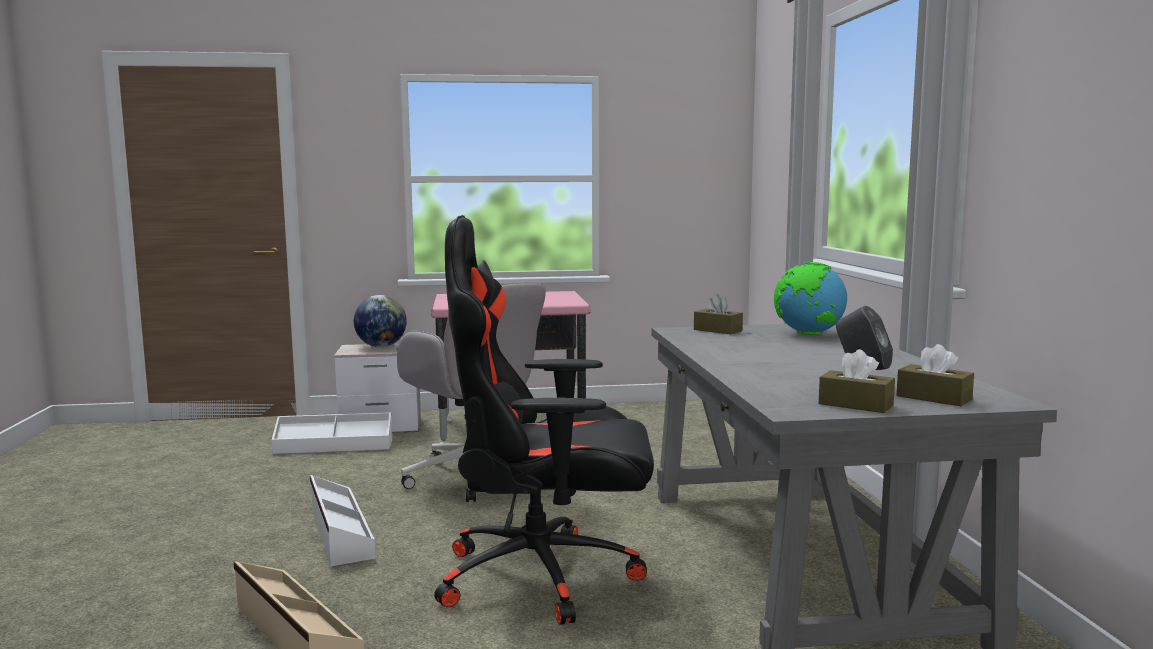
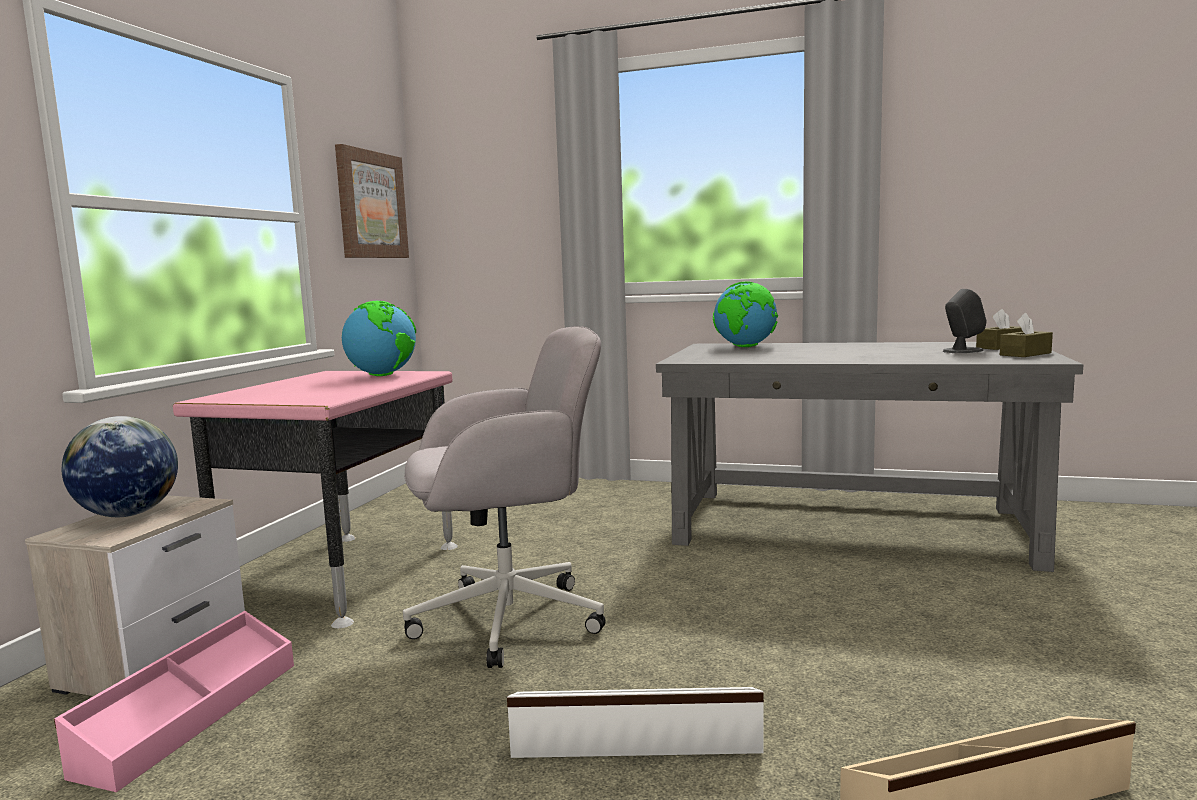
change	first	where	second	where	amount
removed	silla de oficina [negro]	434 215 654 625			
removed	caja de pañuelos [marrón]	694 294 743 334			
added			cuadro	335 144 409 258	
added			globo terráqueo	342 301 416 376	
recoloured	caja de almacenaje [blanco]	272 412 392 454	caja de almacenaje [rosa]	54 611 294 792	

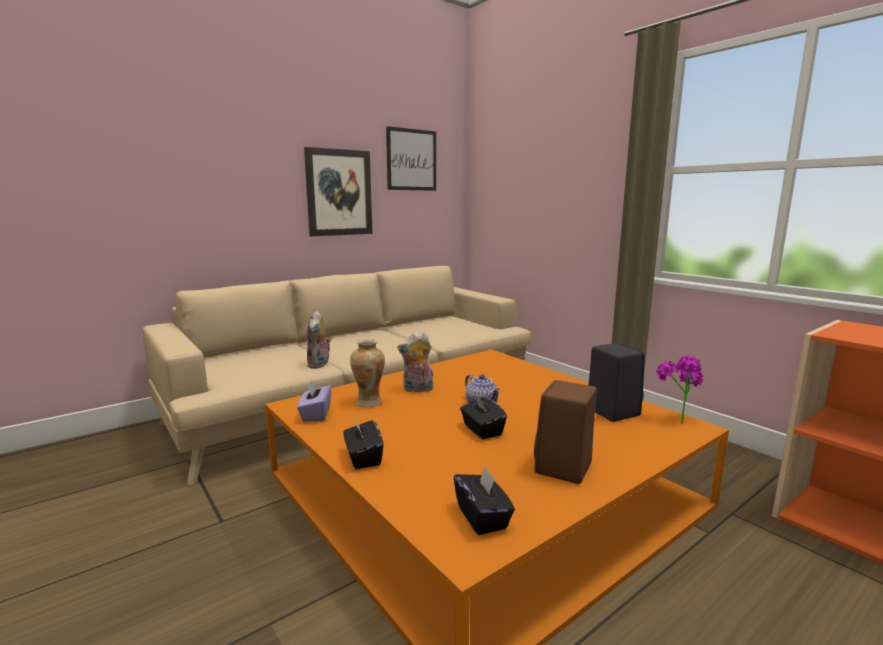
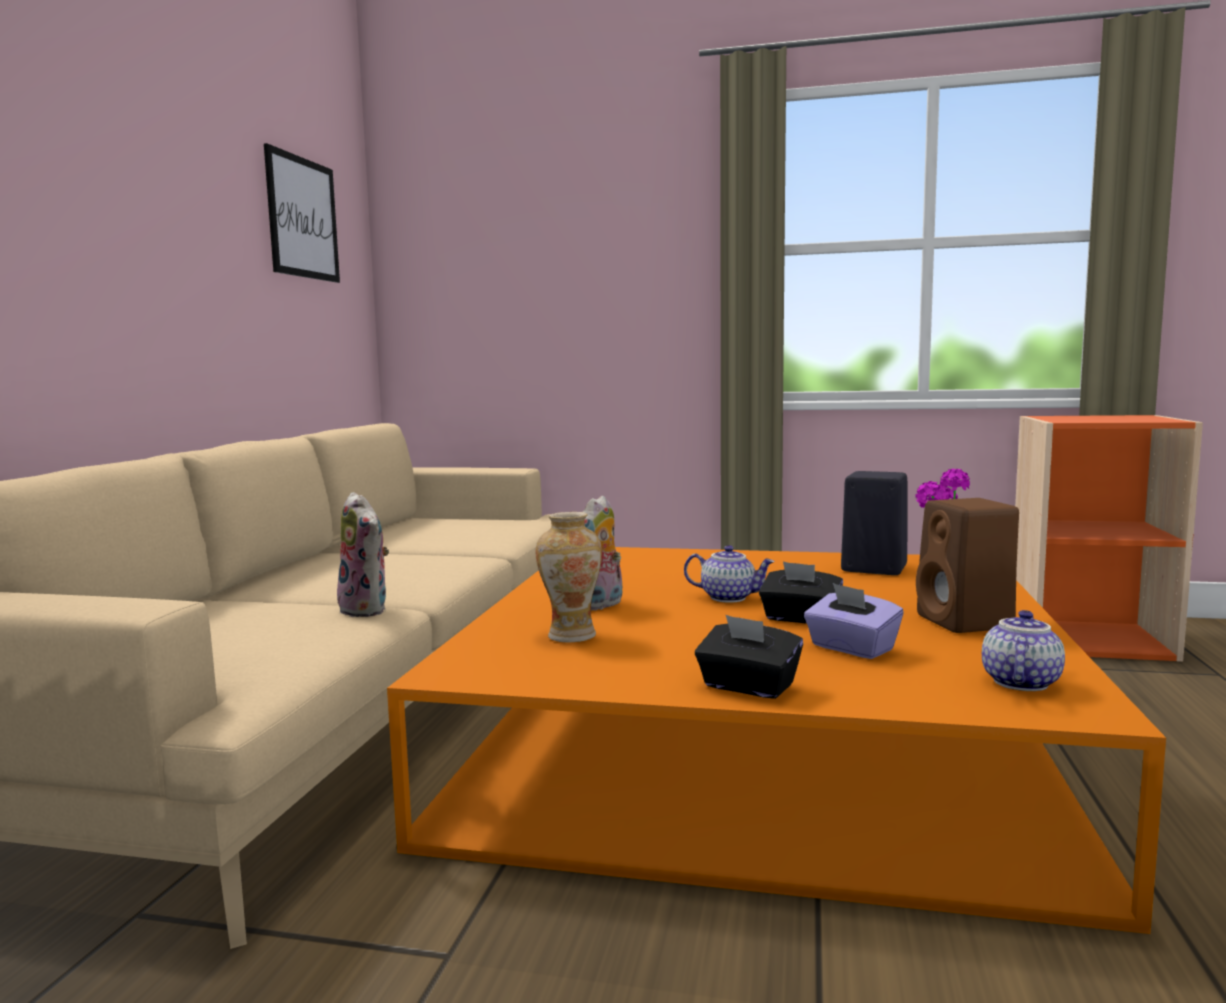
change	first	where	second	where	amount
removed	cuadro	304 147 372 236			
moved	caja de pañuelos [morado]	297 380 331 422		804 583 904 659	
replaced	caja de pañuelos [negro]	454 466 515 535	tetera	982 610 1065 691	

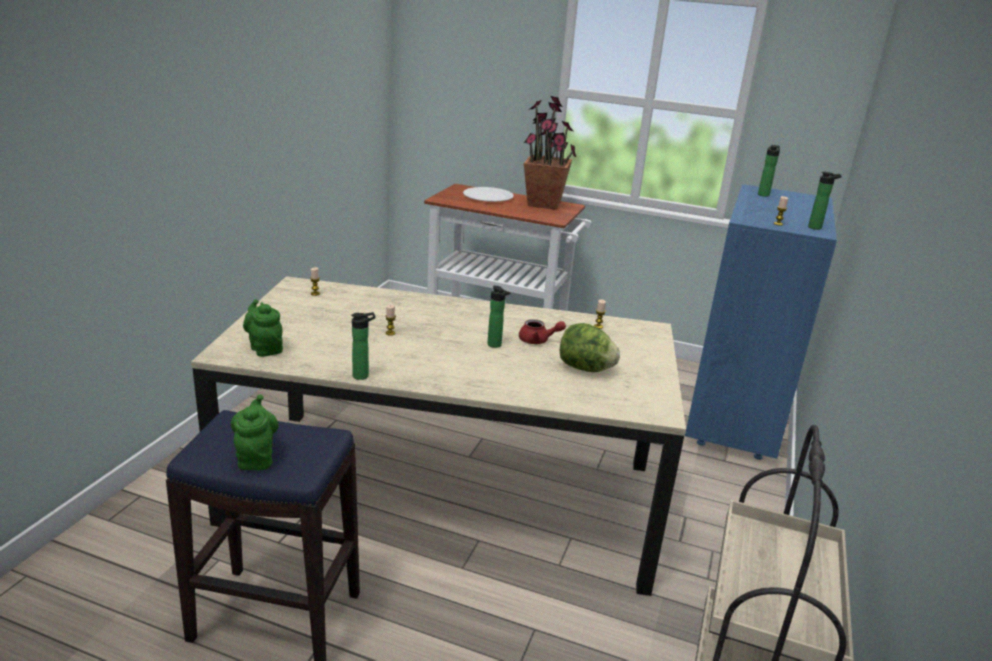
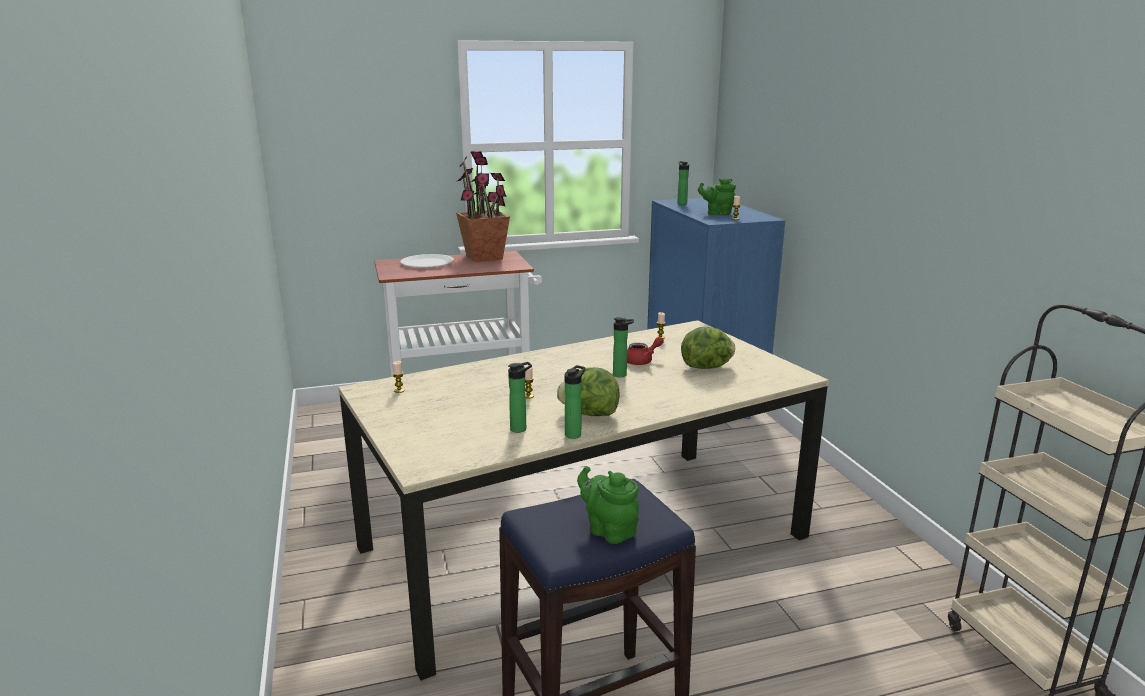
change	first	where	second	where	amount
added			lechuga	557 367 619 416	
moved	tetera [verde]	243 299 283 357		698 178 736 215	
moved	botella	808 172 842 230		508 362 532 433	

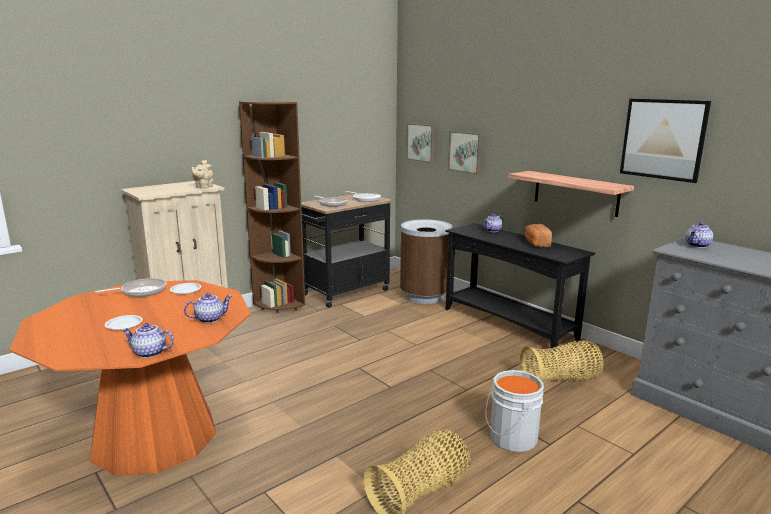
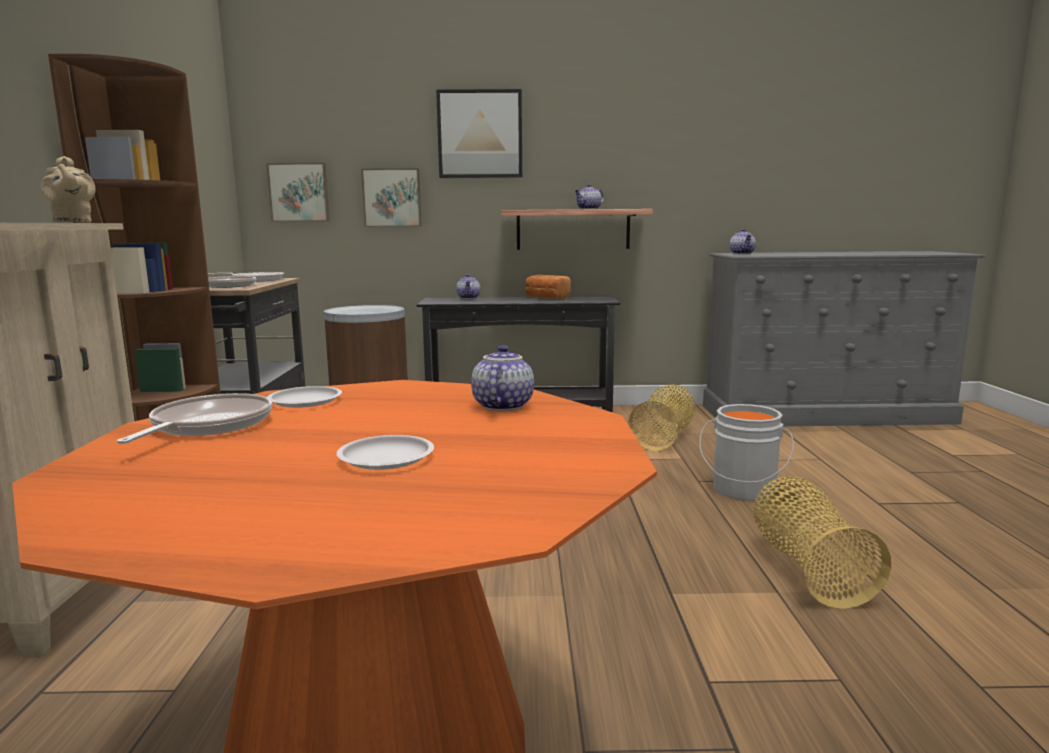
change	first	where	second	where	amount
moved	tetera	122 323 174 358		574 184 604 209	
moved	cuadro	620 99 711 183		436 89 522 178	

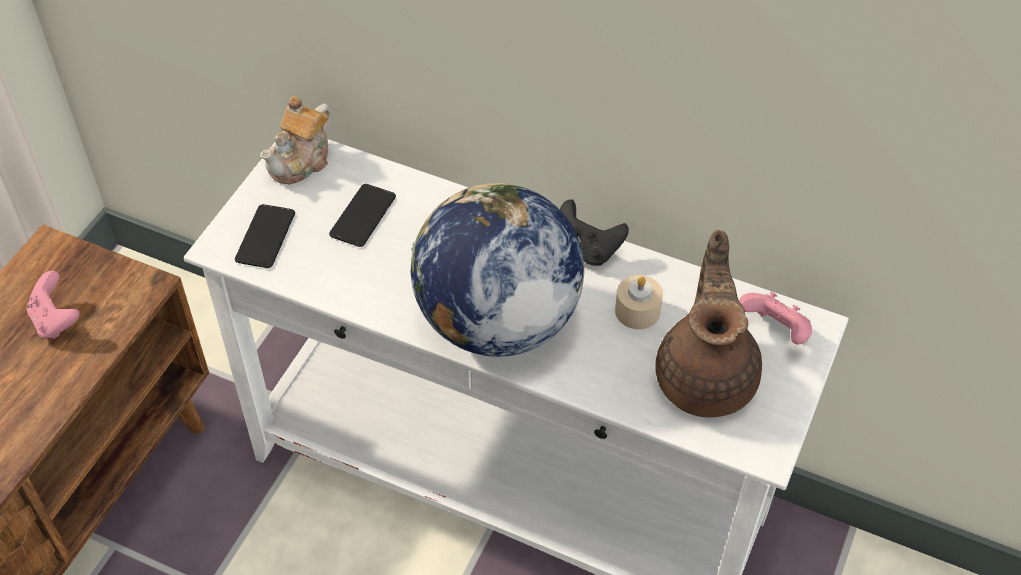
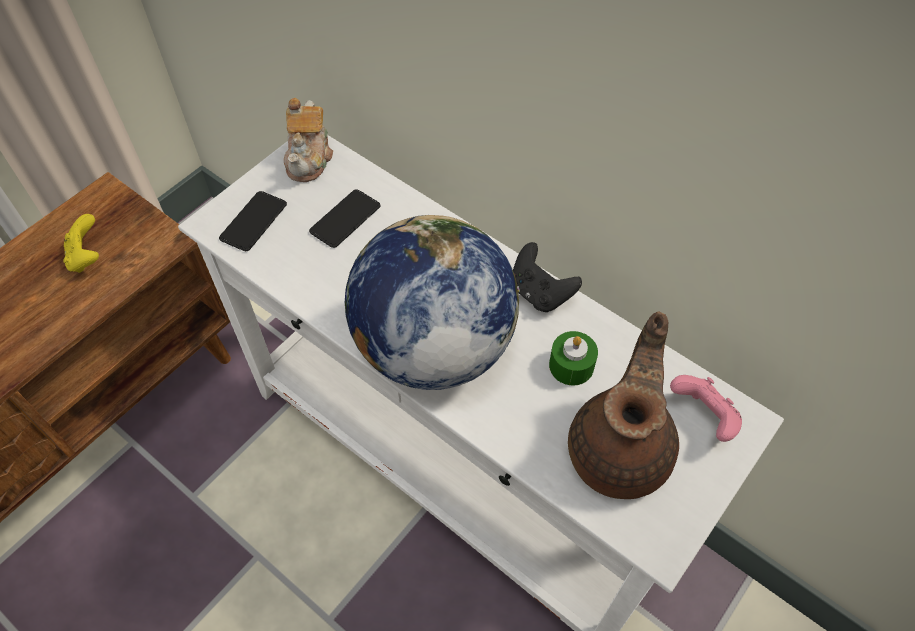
change	first	where	second	where	amount
recoloured	mando de consola [rosa]	27 271 80 339	mando de consola [amarillo]	63 214 99 273	
recoloured	vela [beis]	615 275 663 329	vela [verde]	549 331 598 386	
turned	tetera	260 96 332 185		284 98 333 182	45 degrees counterclockwise

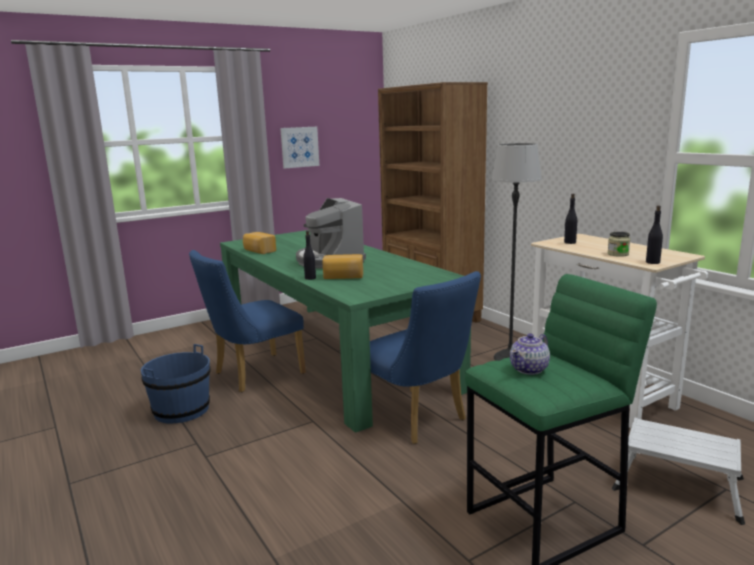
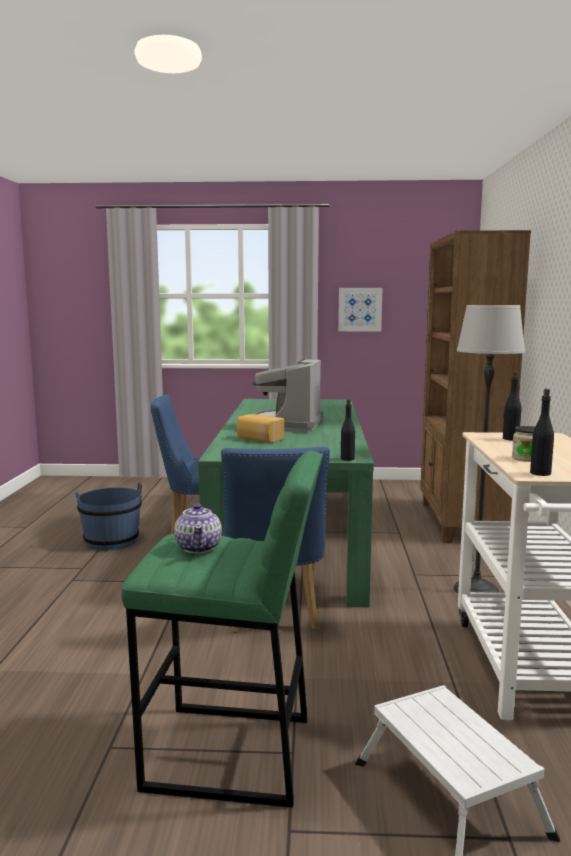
change	first	where	second	where	amount
removed	pan	243 232 276 254			
moved	botella [negro]	303 231 316 280		341 399 355 461	
turned	tetera	510 333 550 375		174 504 222 553	90 degrees counterclockwise

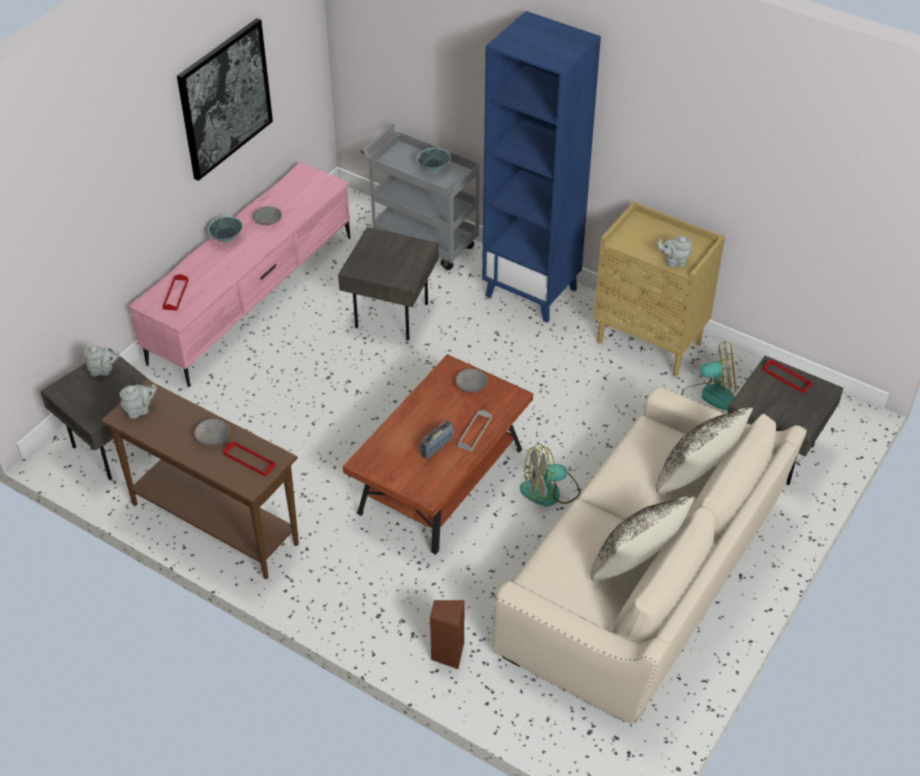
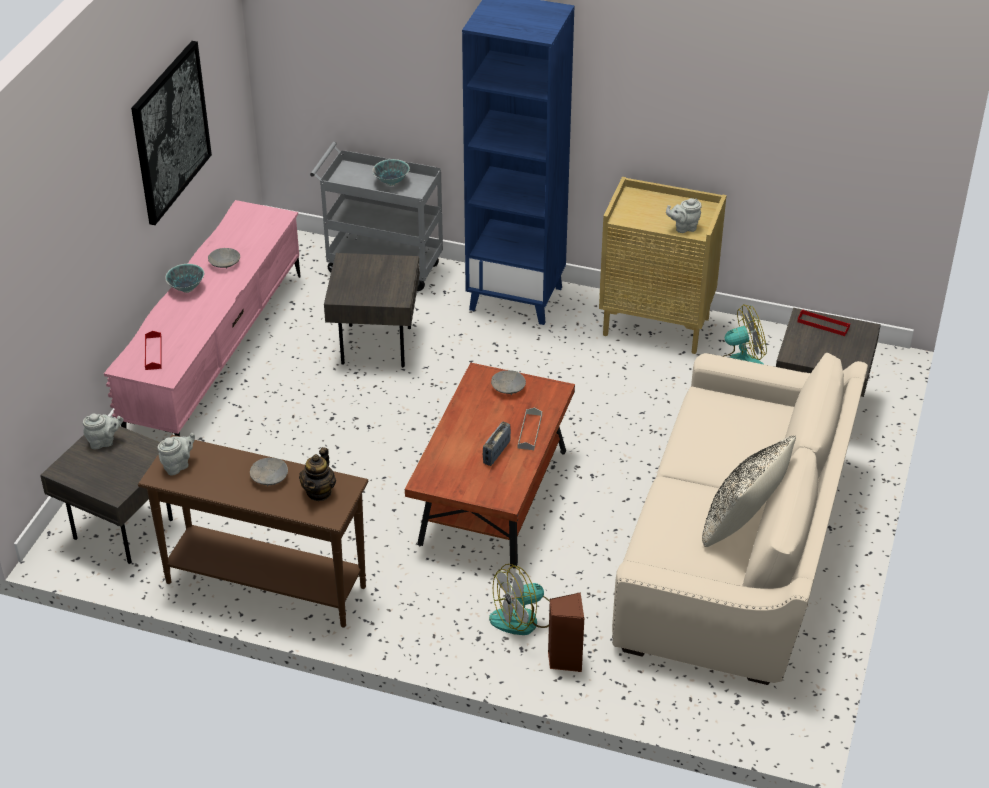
change	first	where	second	where	amount
removed	cojín [beis]	656 407 753 495			
moved	ventilador	520 444 580 507		489 564 550 635	
replaced	bandeja [rojo]	224 441 276 477	tetera	299 447 336 501	

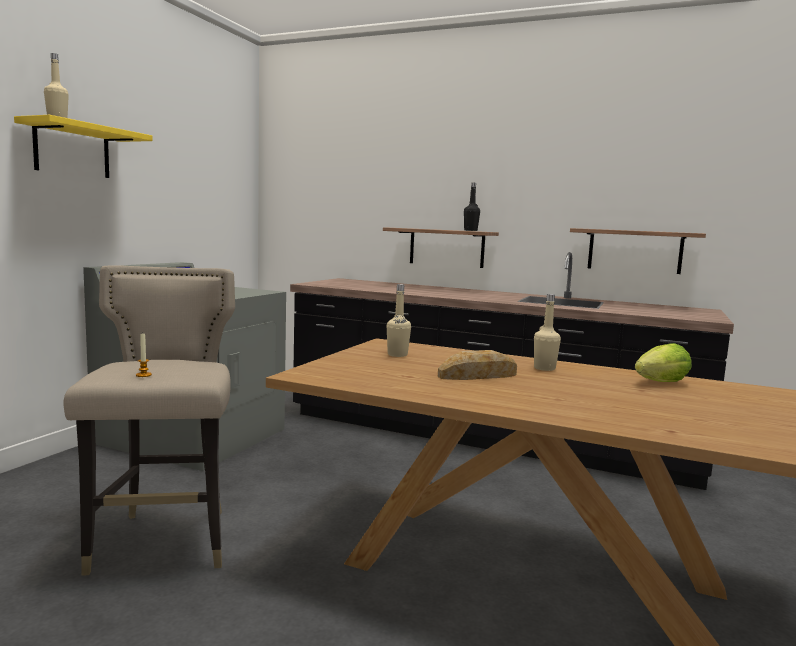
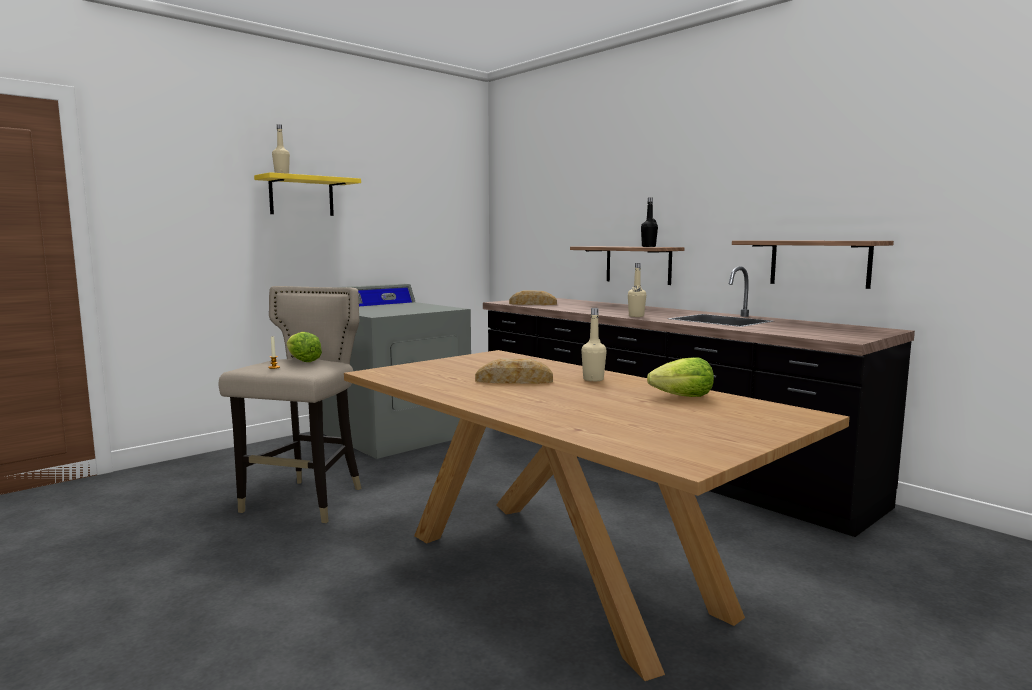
change	first	where	second	where	amount
added			lechuga	287 332 322 362	
added			pan	509 290 557 305	
moved	botella [beis]	387 284 411 357		628 263 646 317	

